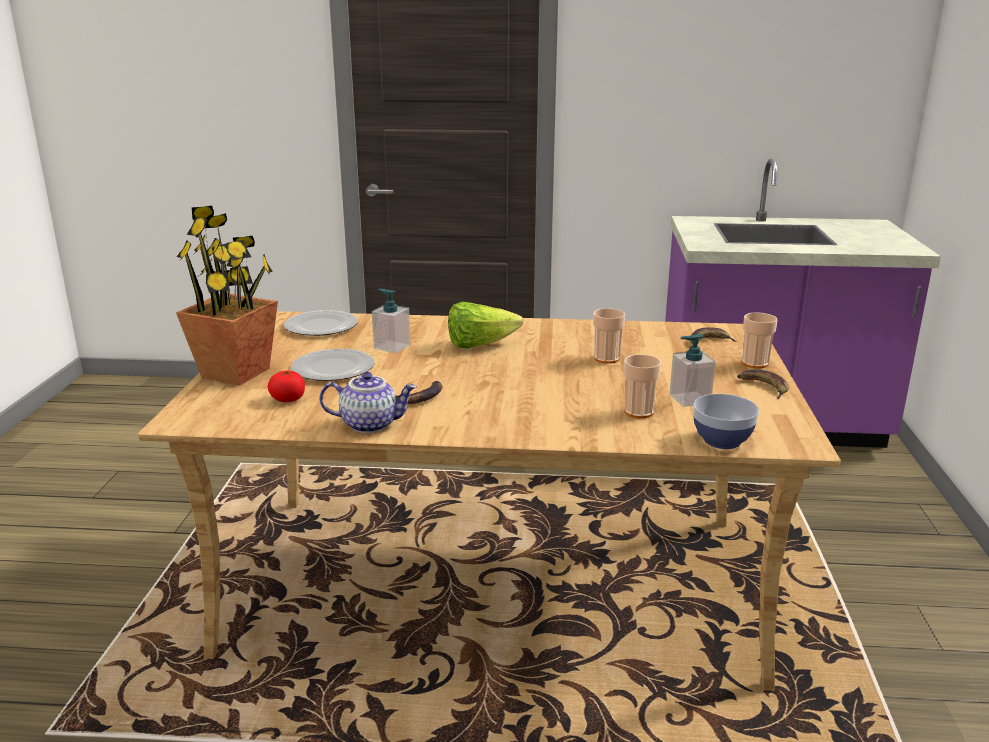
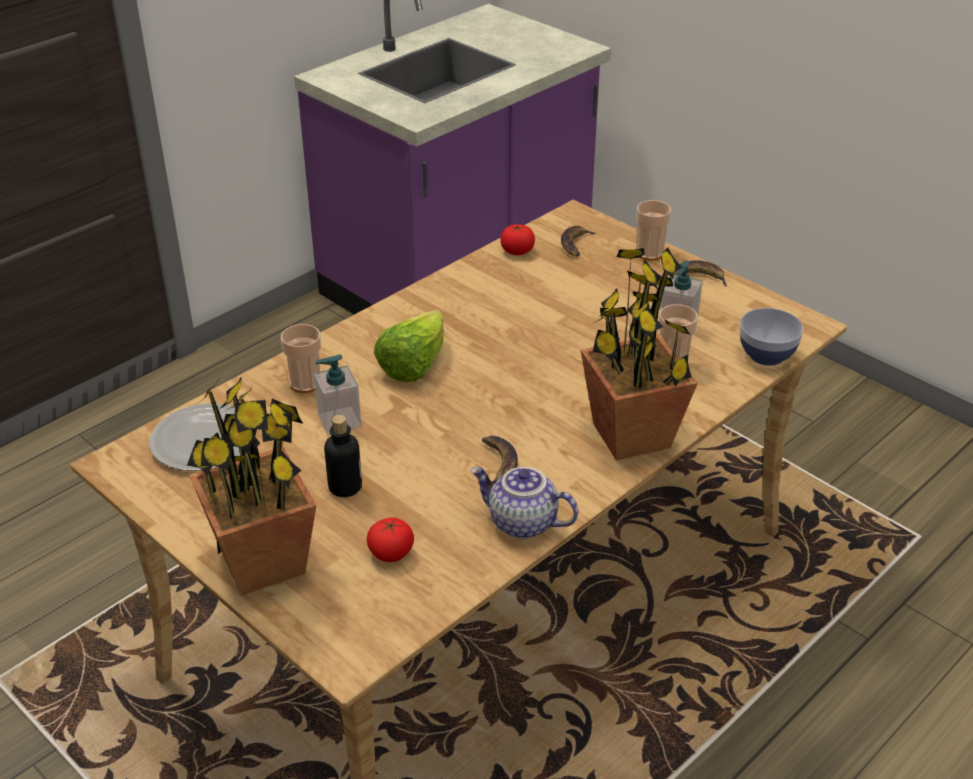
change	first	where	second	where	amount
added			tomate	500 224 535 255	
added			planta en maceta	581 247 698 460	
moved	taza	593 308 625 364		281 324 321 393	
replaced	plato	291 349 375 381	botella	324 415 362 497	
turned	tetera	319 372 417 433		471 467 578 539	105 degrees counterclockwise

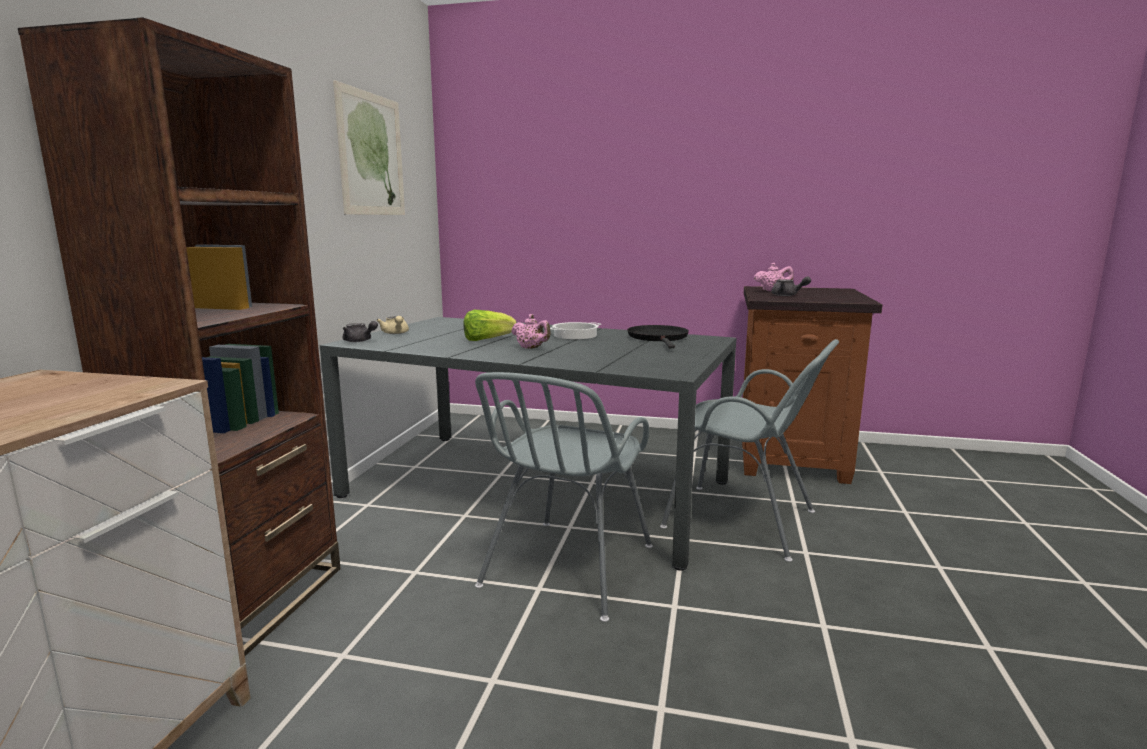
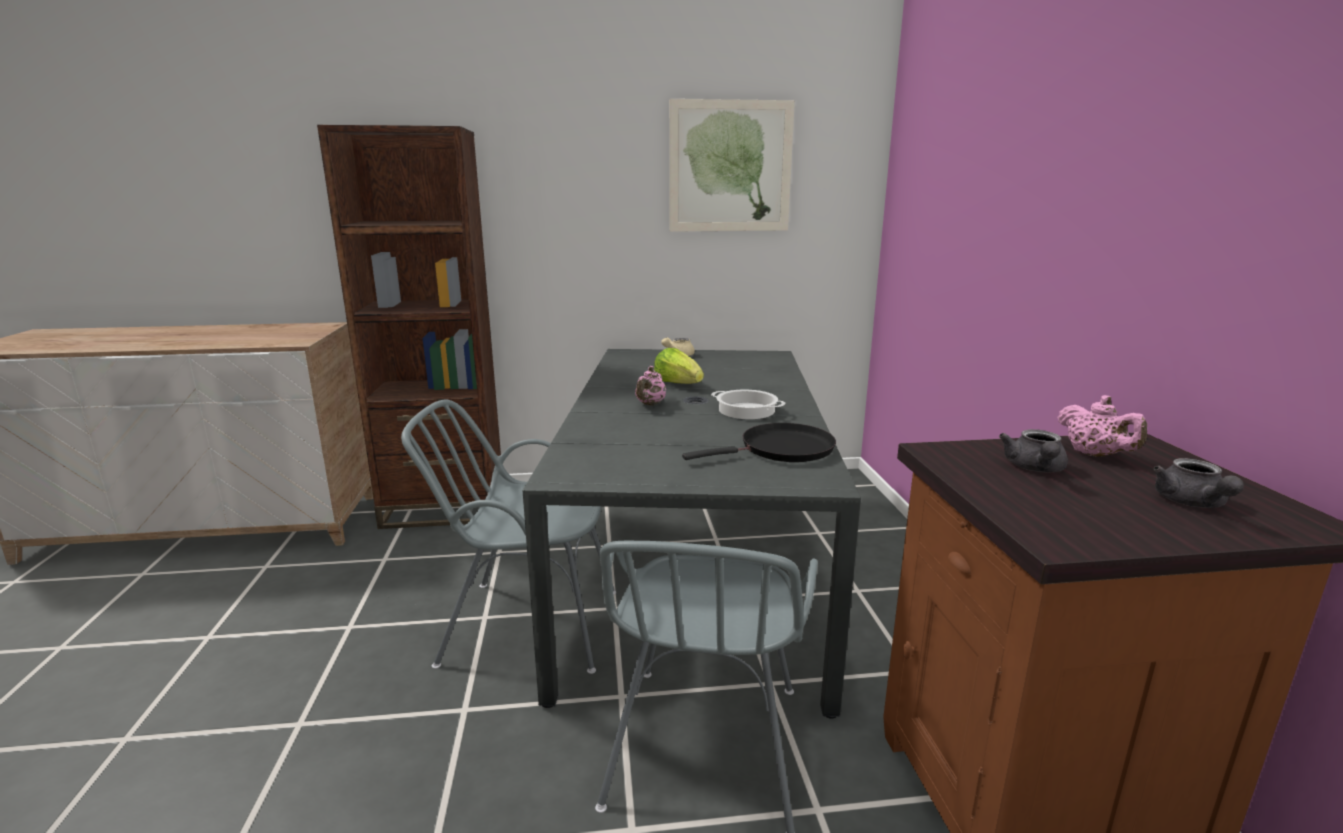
change	first	where	second	where	amount
moved	tetera [gris]	343 321 378 342		1153 458 1244 508	

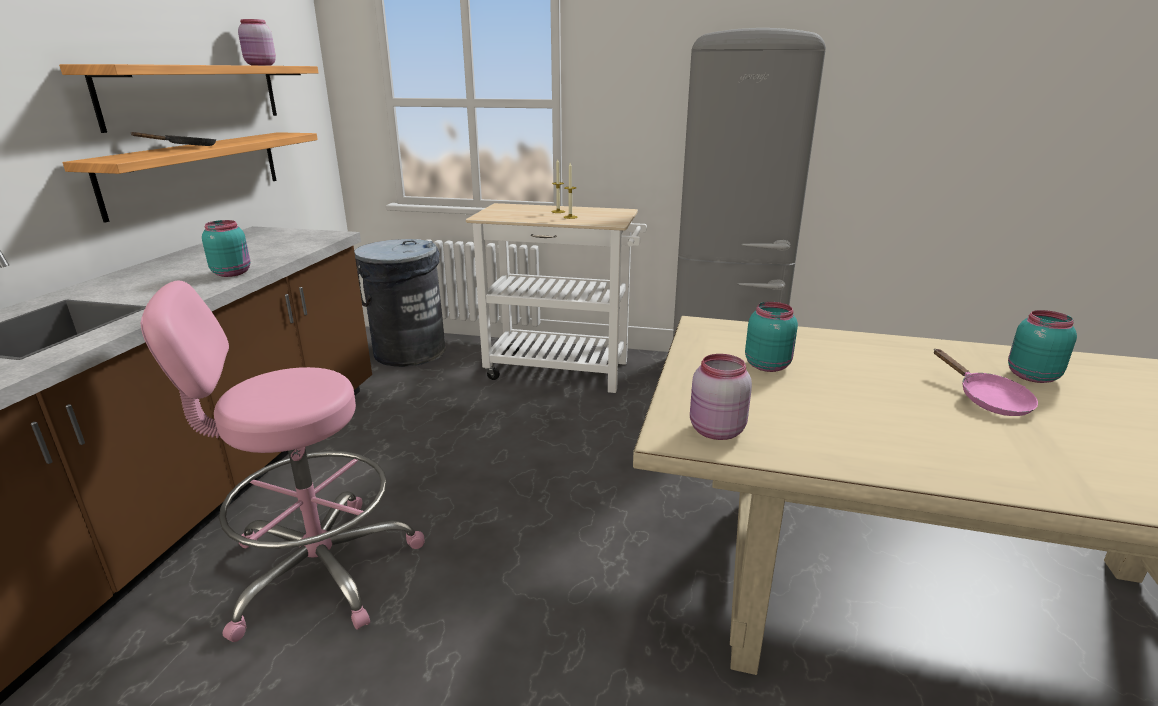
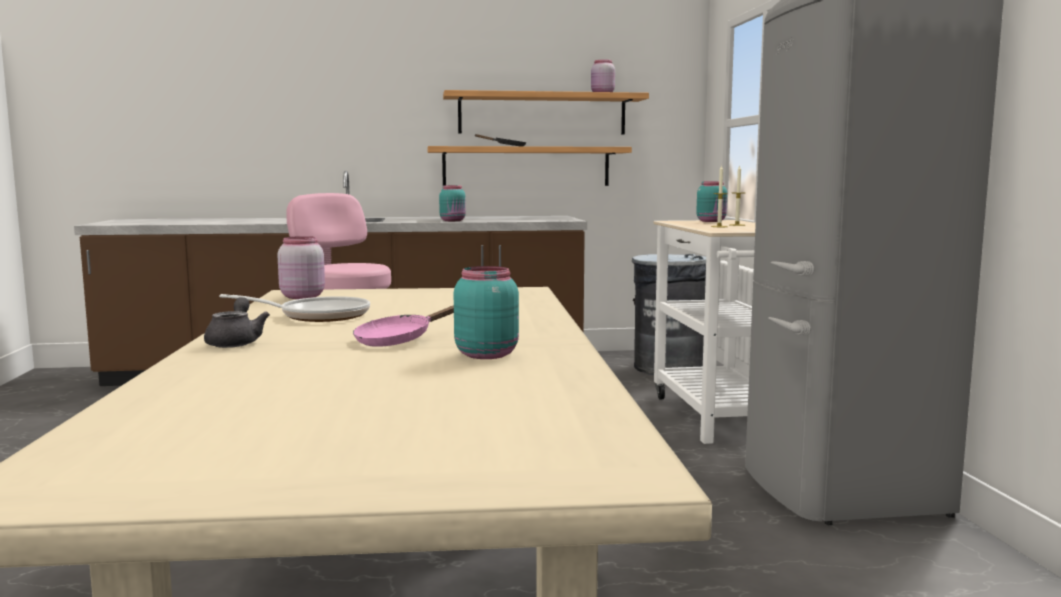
change	first	where	second	where	amount
added			tetera [gris]	204 297 270 348	
added			sartén	219 294 370 322	
moved	tarro [turquesa]	745 302 798 372		696 181 727 222	

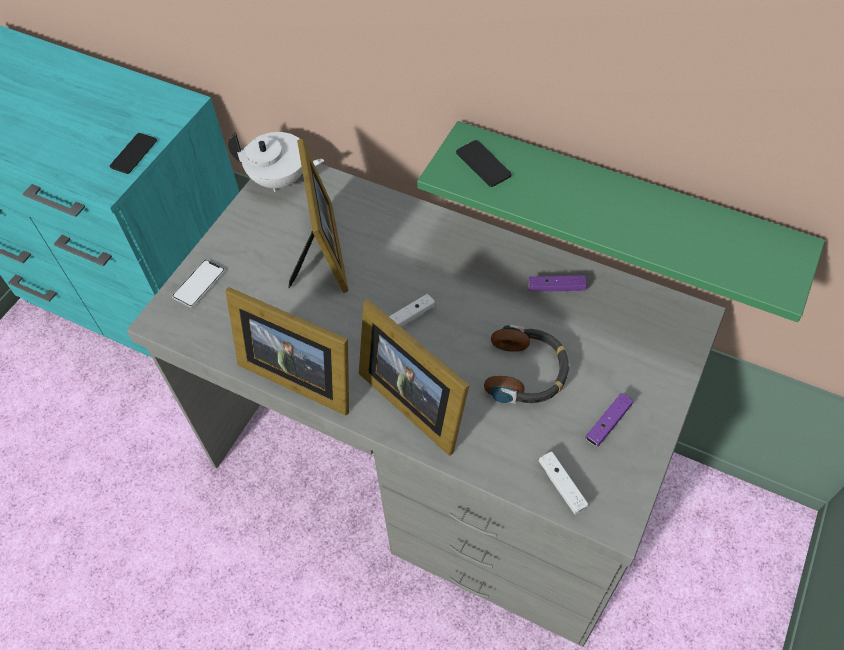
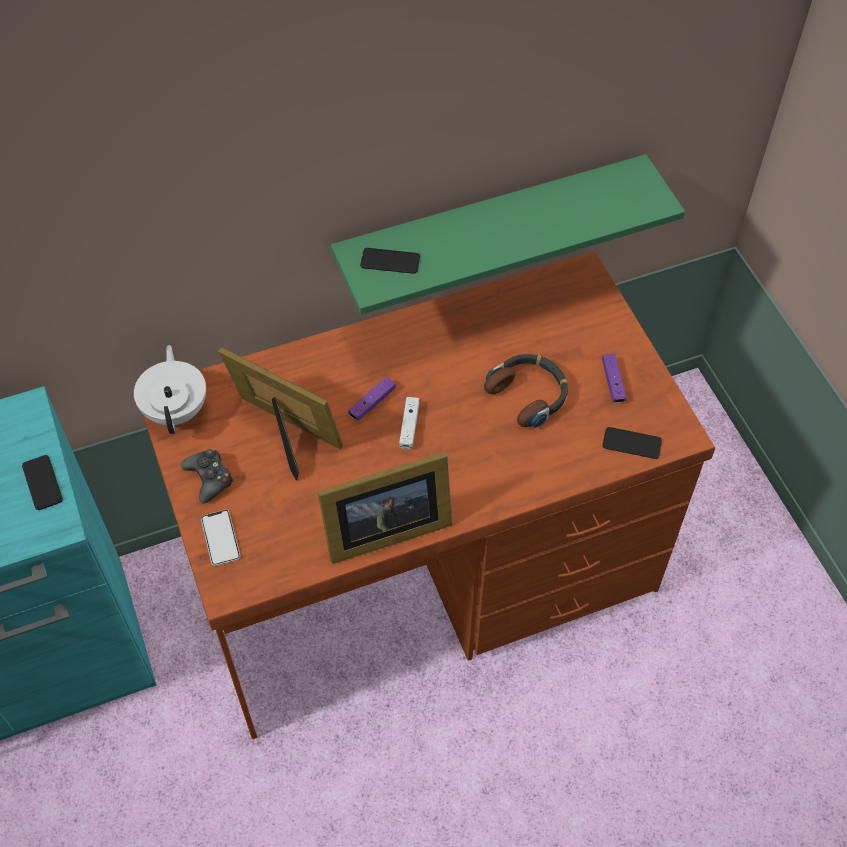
change	first	where	second	where	amount
removed	portarretratos	359 299 469 456			
added			mando de consola [negro]	181 449 234 503	
moved	mando de consola [morado]	528 275 587 291		349 377 396 421	
replaced	mando de consola [blanco]	539 451 588 515	móvil	603 427 662 459	
recoloured	escritorio [gris]	127 164 726 647	escritorio [marrón]	143 251 715 739	
turned	tetera [blanco]	228 132 324 192		134 345 206 434	60 degrees counterclockwise

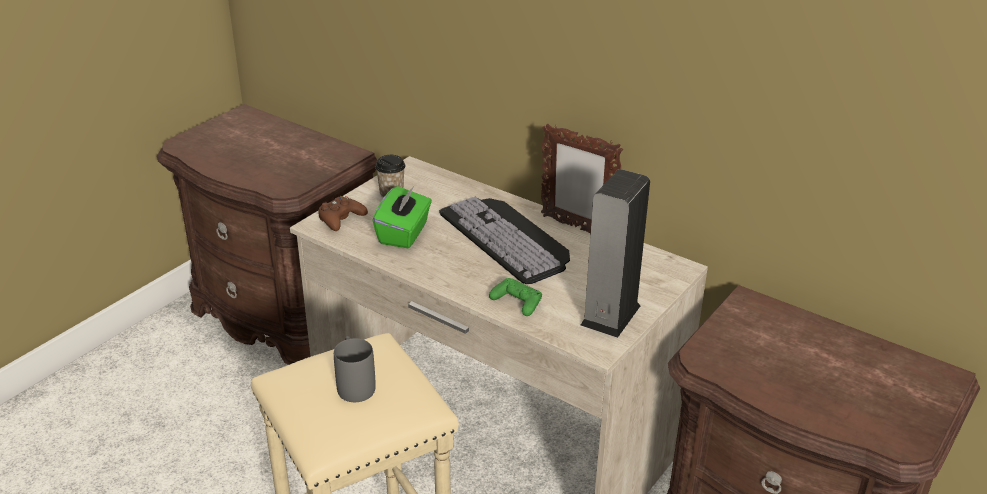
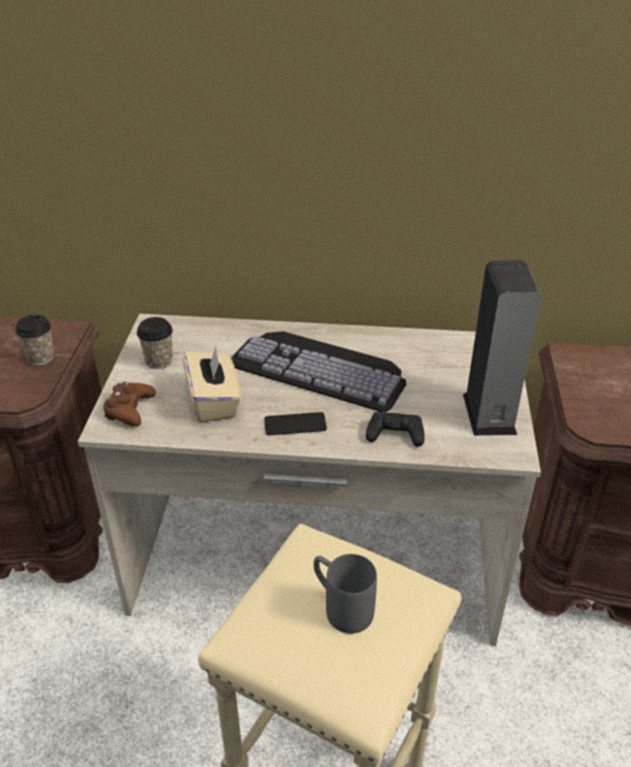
change	first	where	second	where	amount
removed	portarretratos	541 124 623 233			
added			taza	15 315 54 365	
added			móvil	265 412 327 435	
recoloured	caja de pañuelos [verde]	372 186 432 248	caja de pañuelos [beis]	183 346 241 423	
recoloured	mando de consola [verde]	489 278 542 316	mando de consola [negro]	366 411 425 447	

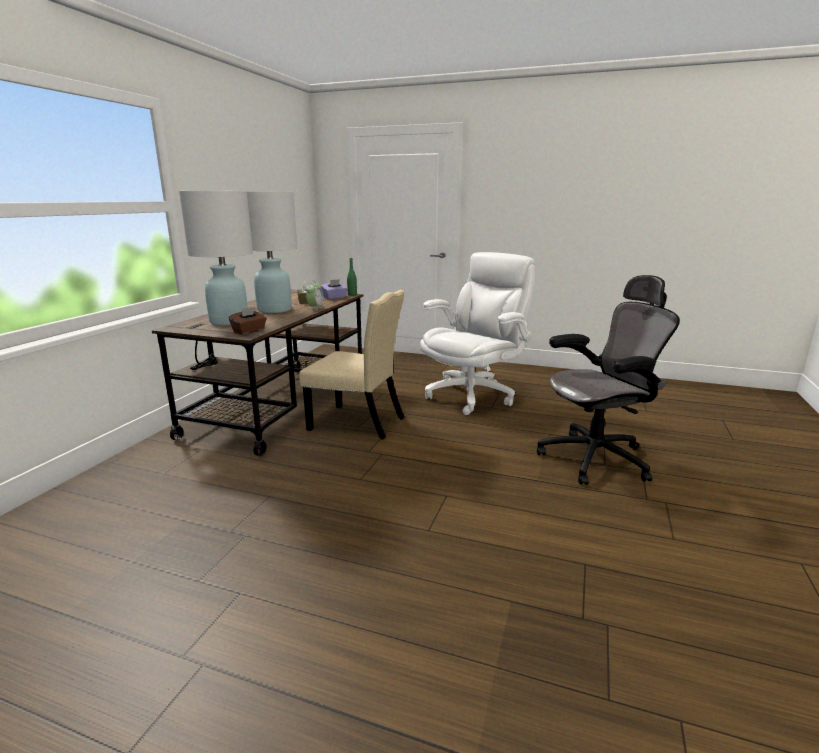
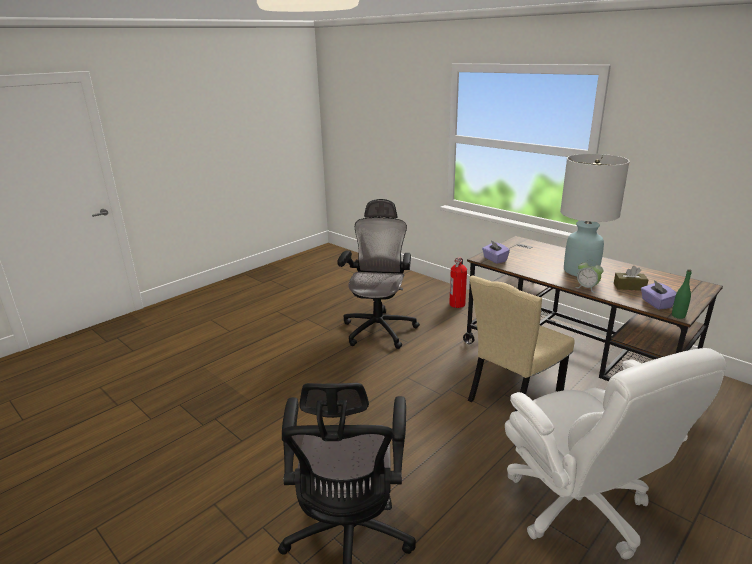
change	first	where	second	where	amount
removed	lámpara de mesa [blanco]	179 191 253 326			
added			silla de oficina	338 199 420 349	
added			extintor	449 257 467 308	
recoloured	caja de pañuelos [marrón]	229 307 267 335	caja de pañuelos [morado]	482 240 510 264	

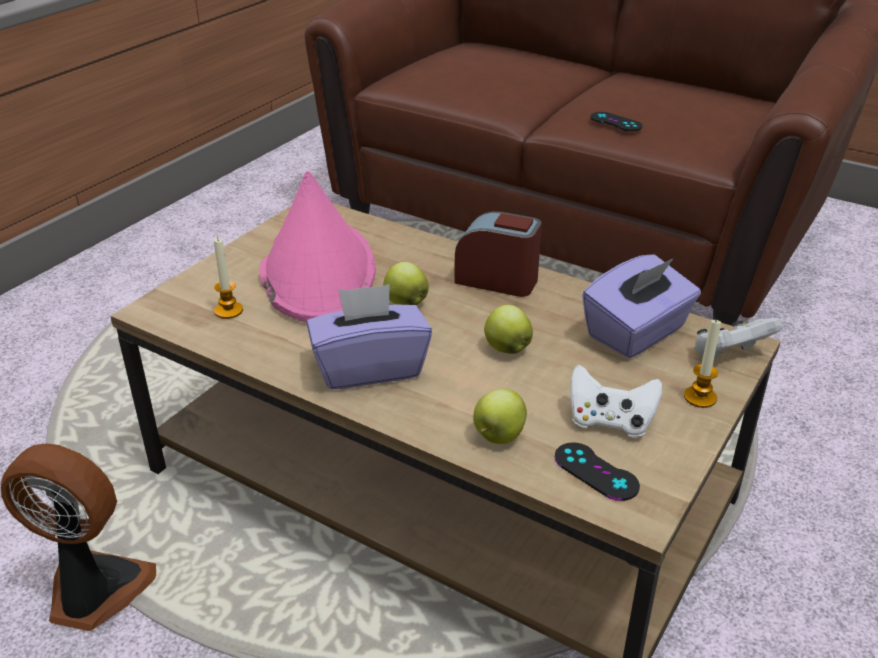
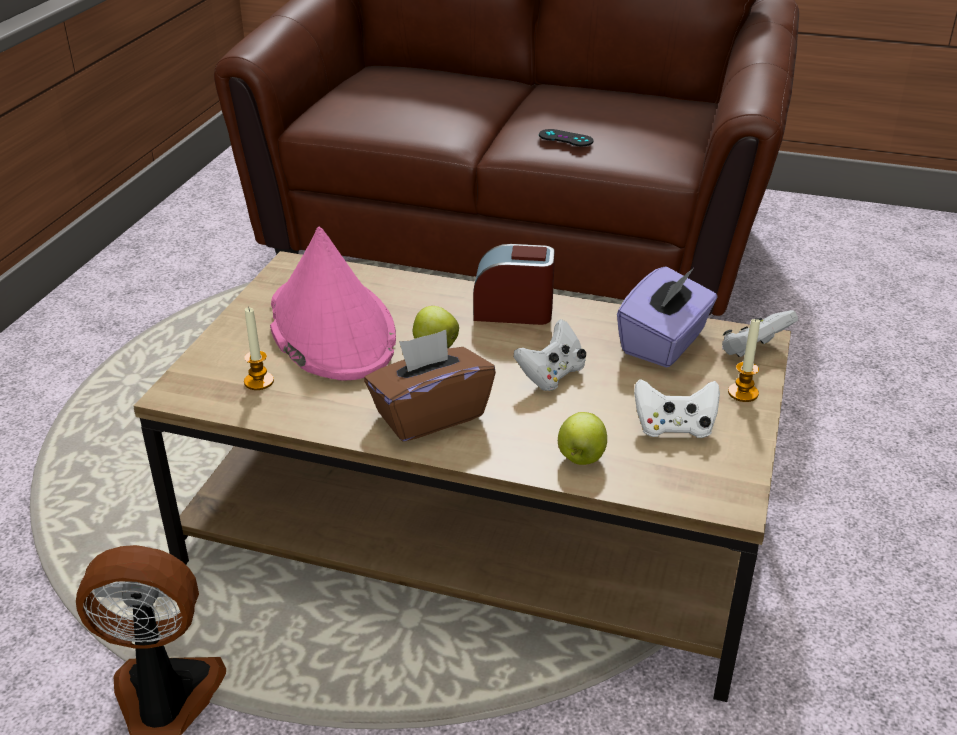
change	first	where	second	where	amount
removed	mando de consola [negro]	555 442 640 501			
replaced	manzana	484 305 533 354	mando de consola [blanco]	514 319 586 391	
recoloured	caja de pañuelos [morado]	307 284 432 389	caja de pañuelos [marrón]	364 330 496 442	

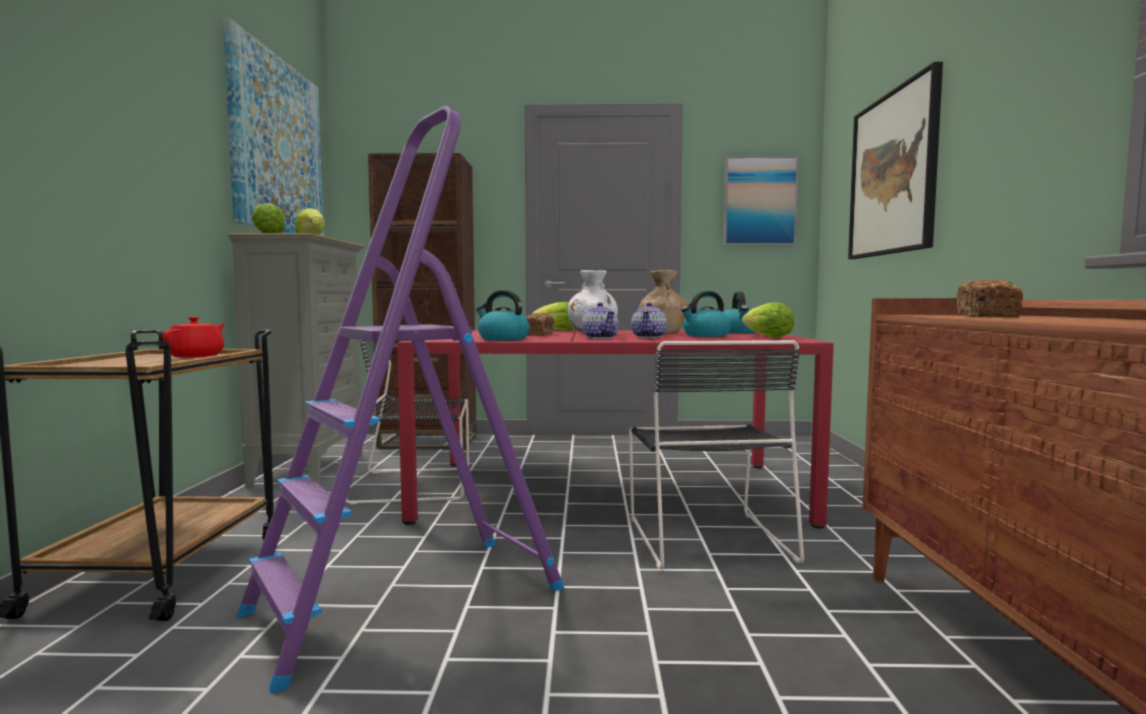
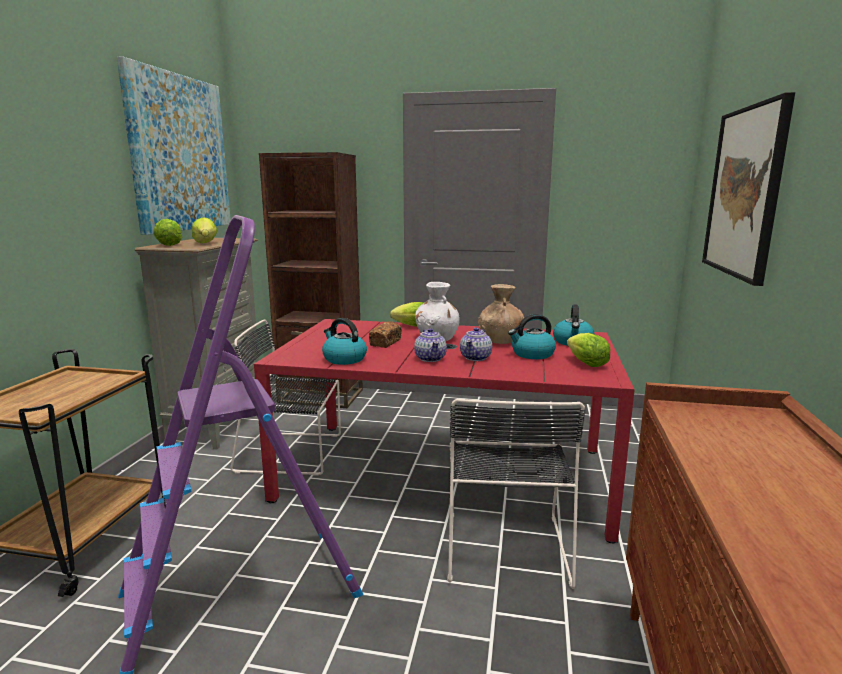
change	first	where	second	where	amount
removed	tetera [rojo]	162 317 225 358			
removed	cuadro	723 156 799 246			
removed	pan	957 280 1023 317			

